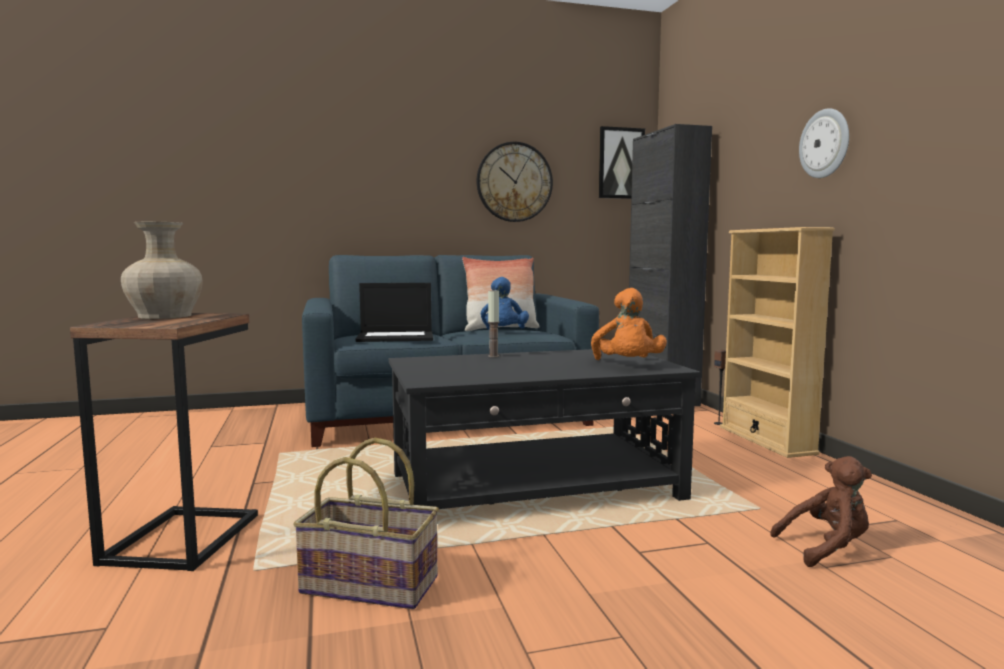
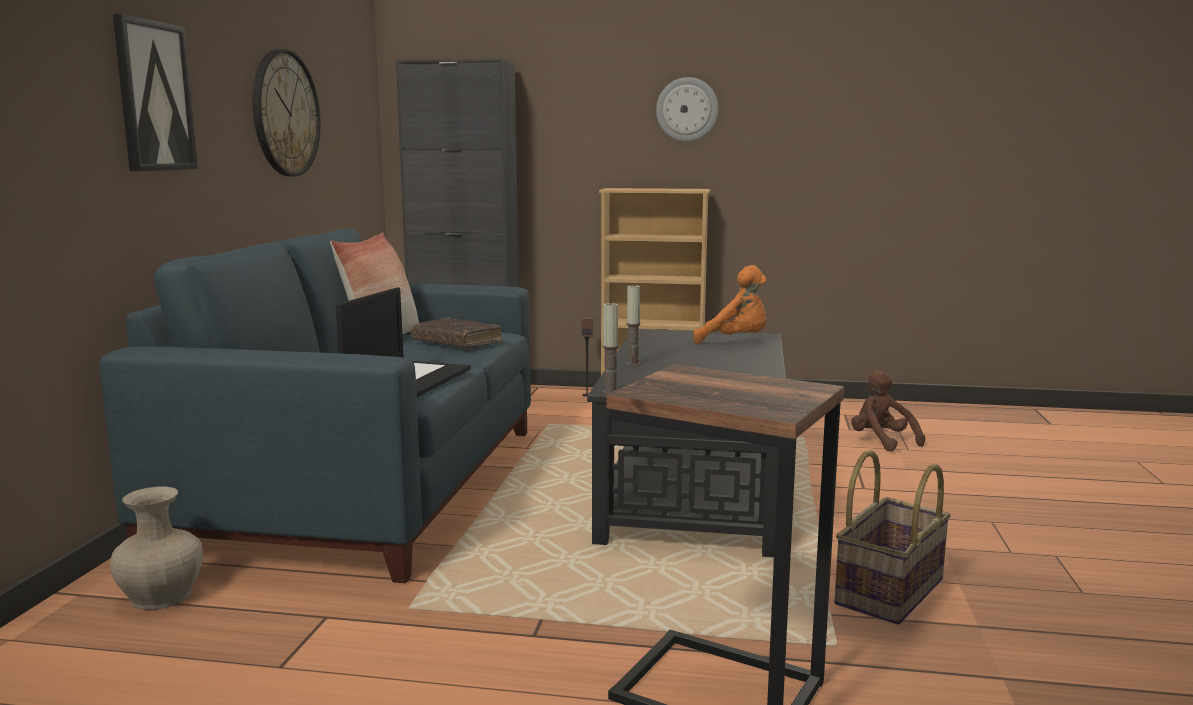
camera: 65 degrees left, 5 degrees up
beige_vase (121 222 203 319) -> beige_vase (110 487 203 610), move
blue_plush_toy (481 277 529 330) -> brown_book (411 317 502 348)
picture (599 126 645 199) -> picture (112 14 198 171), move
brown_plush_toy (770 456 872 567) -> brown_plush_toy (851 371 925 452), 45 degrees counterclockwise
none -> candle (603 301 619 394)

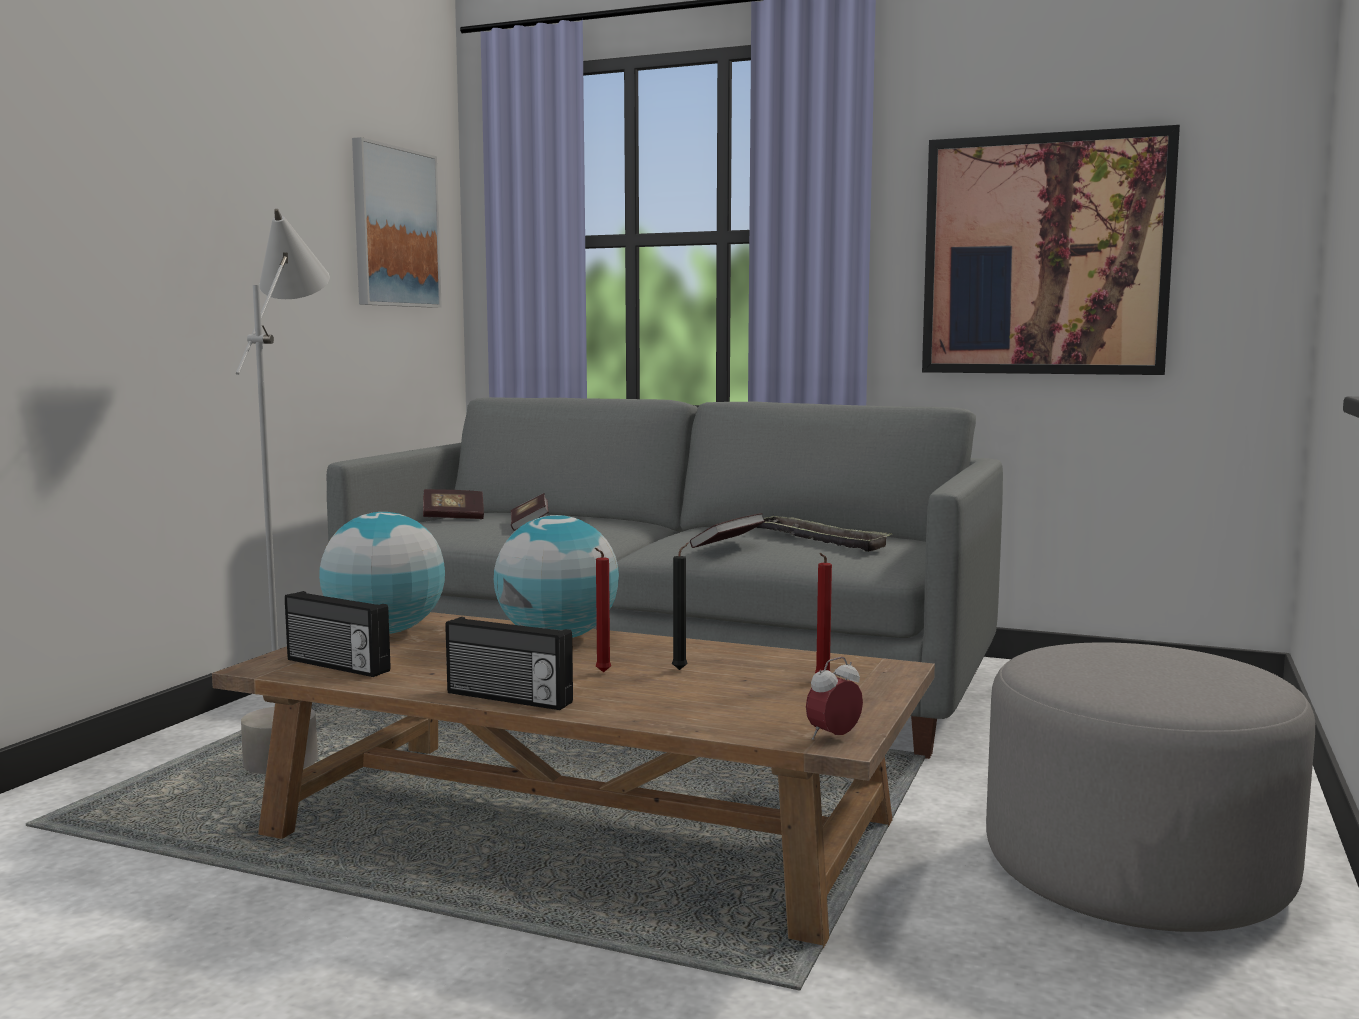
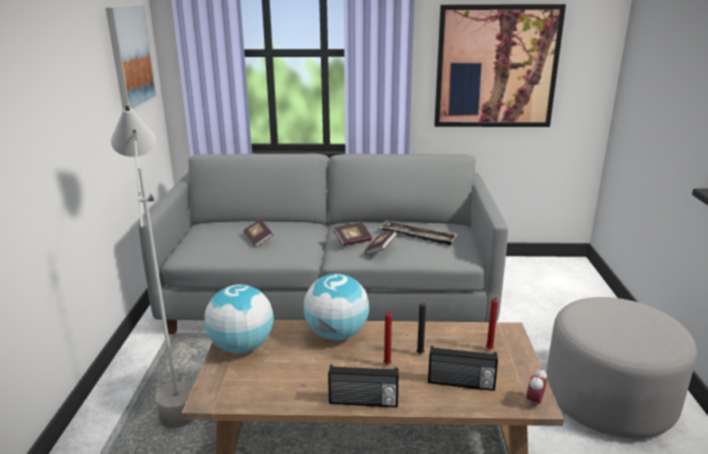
camera: 20 degrees left, 15 degrees up
radio (285 591 391 677) -> radio (428 346 498 391), move
book (423 489 484 519) -> book (334 222 372 246), move

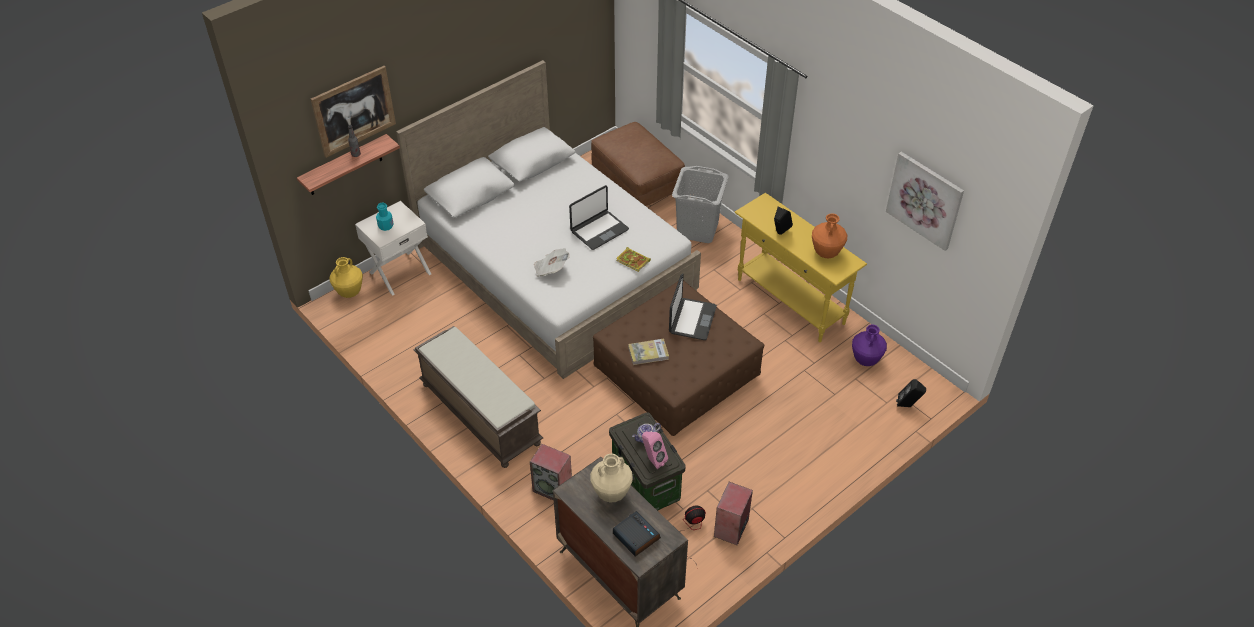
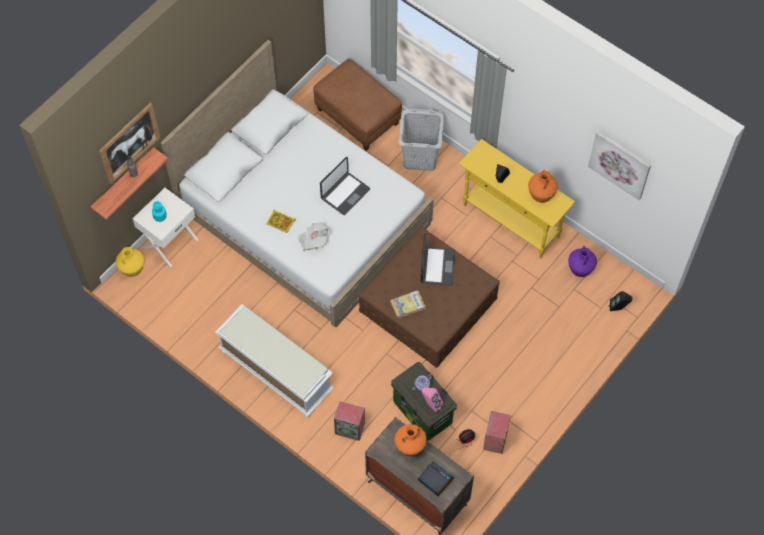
camera: 10 degrees left, 15 degrees up
brown_bench (414 326 543 468) -> white_bench (215 304 334 417)
beige_vase (590 454 633 502) -> orange_vase (394 424 427 456)
book (616 247 651 272) -> book (267 210 296 233), move

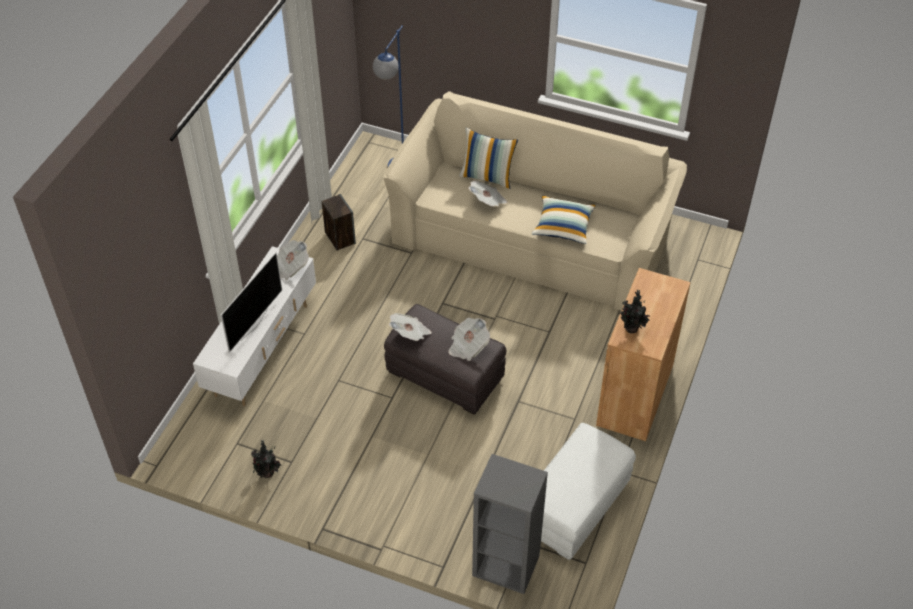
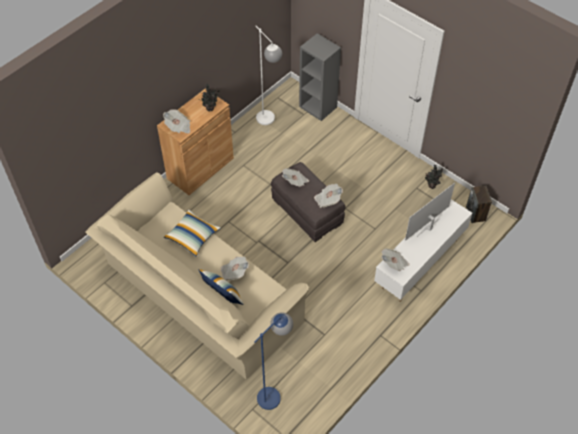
camera: 160 degrees left, 5 degrees up
speaker (322 194 356 251) -> speaker (466 186 492 223), move
white_ottoman (541 423 636 560) -> white_floor_lamp (255 26 282 125)
none -> newspaper (163 109 190 134)

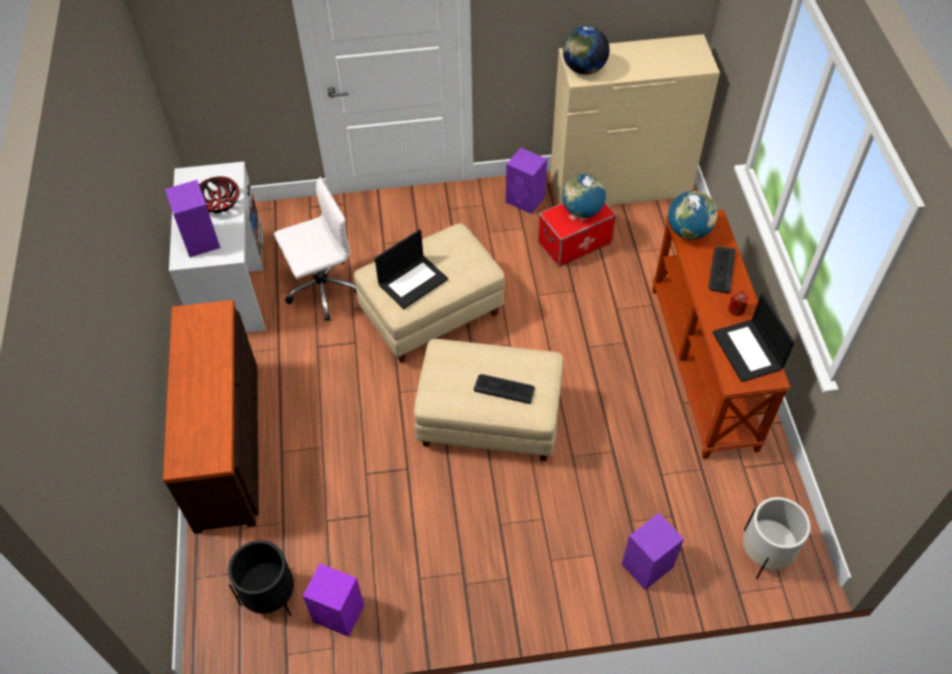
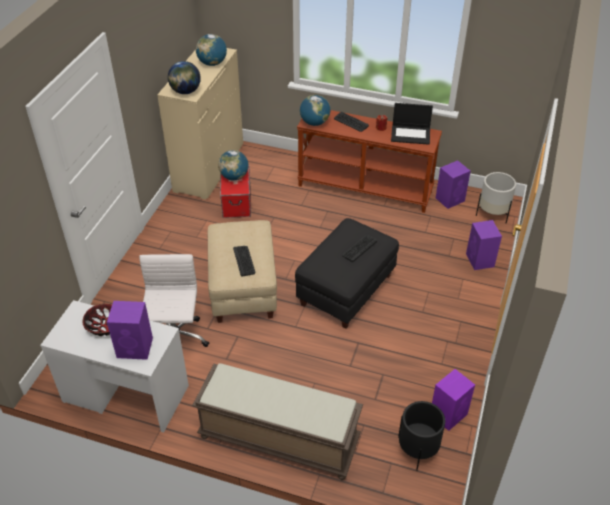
camera: 65 degrees left, 10 degrees down
brown_dresser (163 300 259 534) -> brown_bench (192 363 363 480)
laptop (375 229 448 309) -> keyboard (233 246 255 277)
beige_ottoman (414 339 563 461) -> black_ottoman (295 218 399 329)
purple_speaker (506 148 547 214) -> purple_speaker (436 160 471 209), move
none -> globe (196 34 227 66)

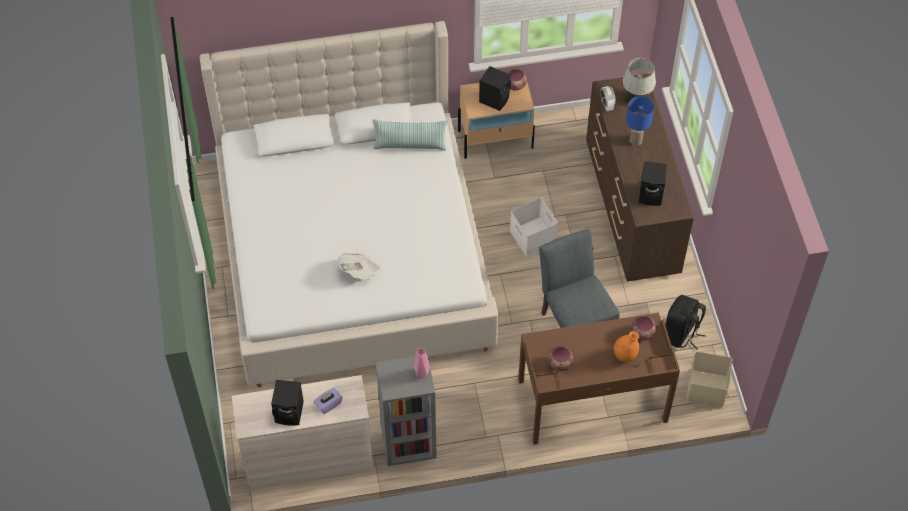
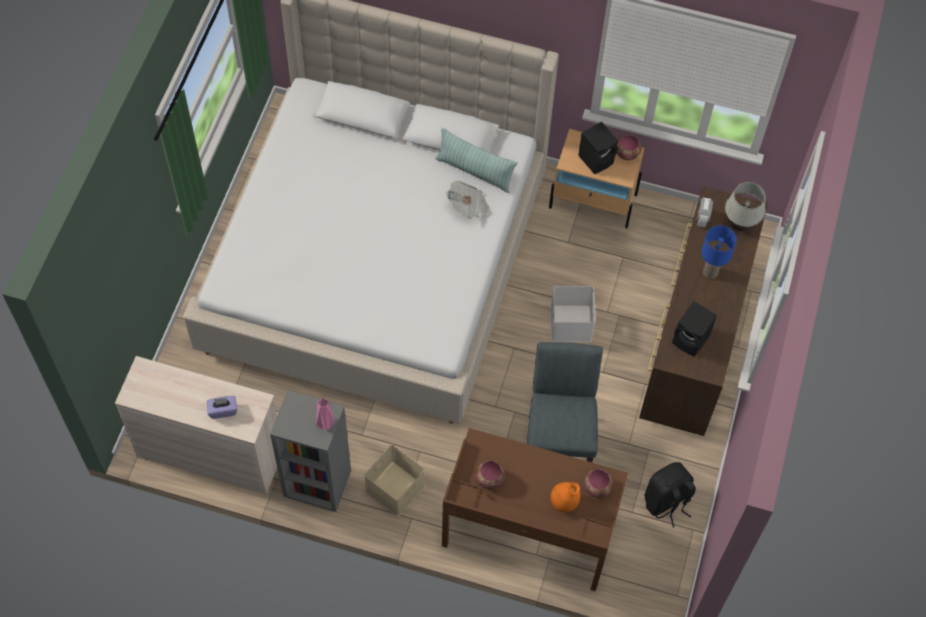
camera: 25 degrees right, 5 degrees up
black_speaker (271 380 304 426) -> none
newspaper (338 253 380 280) -> newspaper (446 181 491 218), move
beige_storage_box (686 352 732 408) -> beige_storage_box (364 445 424 517), move

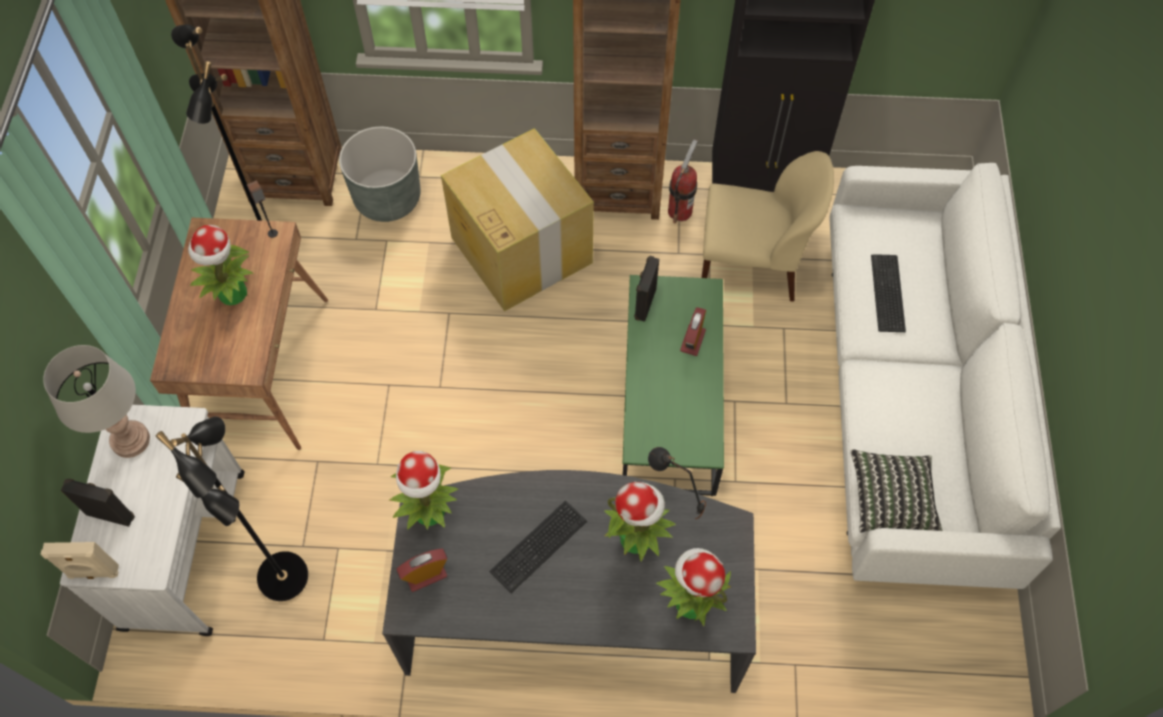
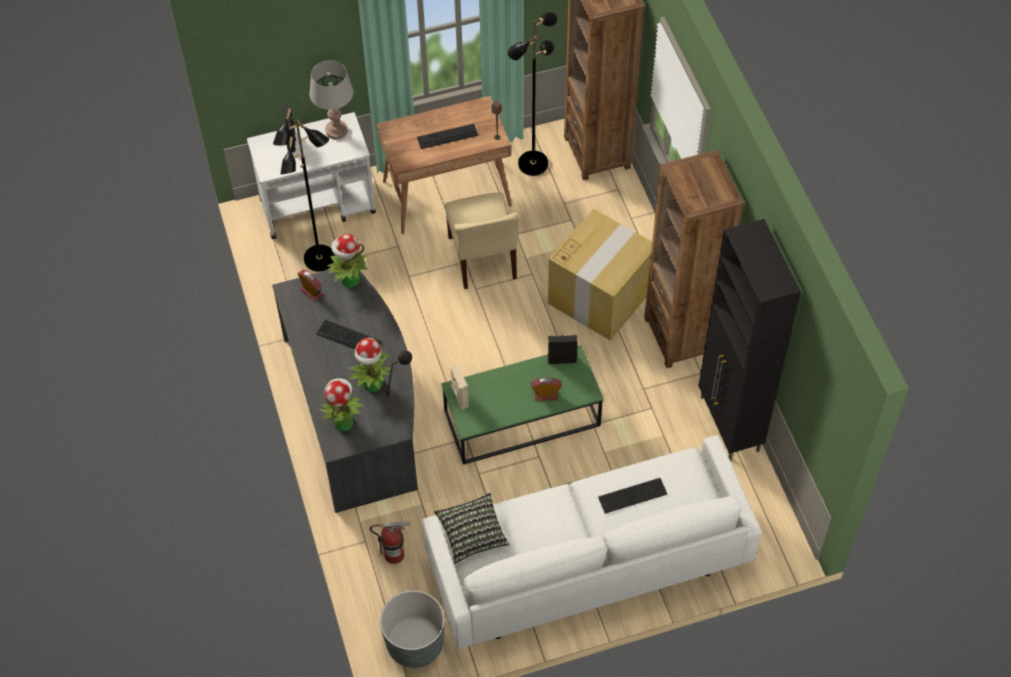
camera: 70 degrees right, 5 degrees down
beige_speaker (41 542 119 579) -> beige_speaker (450 363 469 410), move
potted_plant (188 225 254 305) -> keyboard (417 124 478 149)
grey_planter (339 127 420 222) -> grey_planter (380 590 445 668), move
fire_extinguisher (668 139 698 224) -> fire_extinguisher (370 522 410 564), move
beige_chair (701 151 834 302) -> beige_chair (444 192 519 289), move

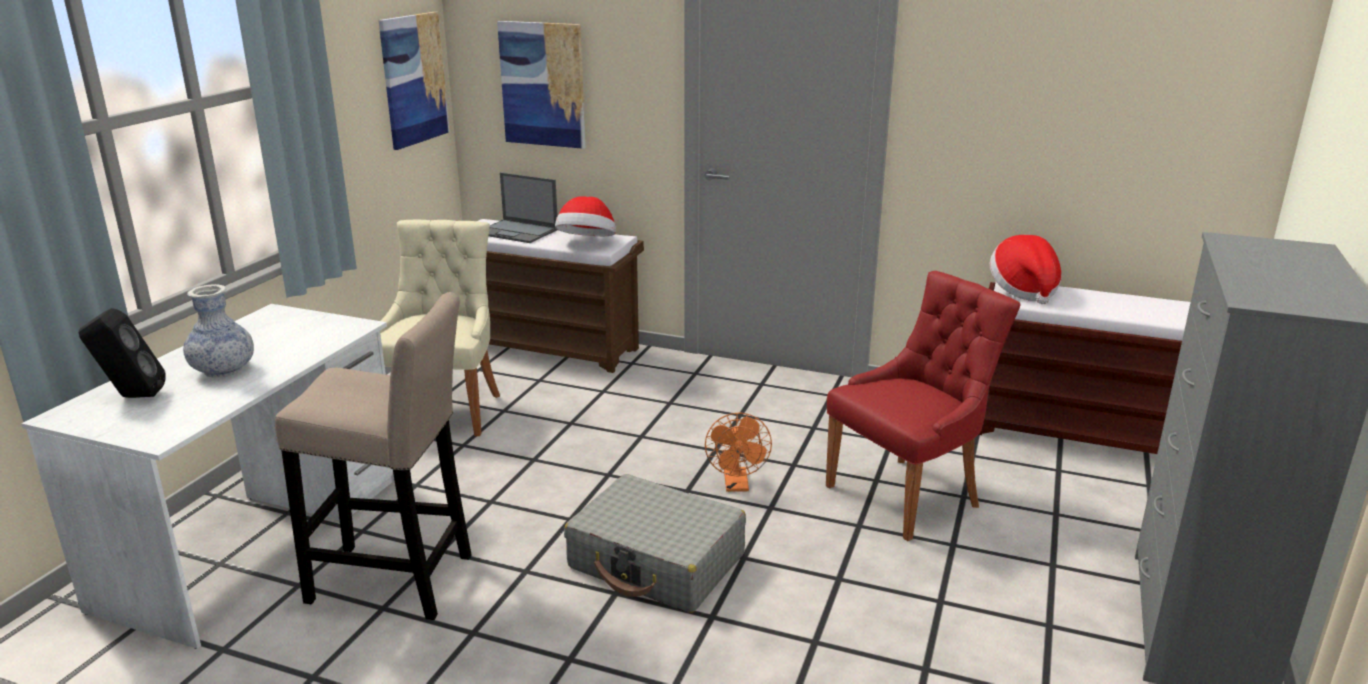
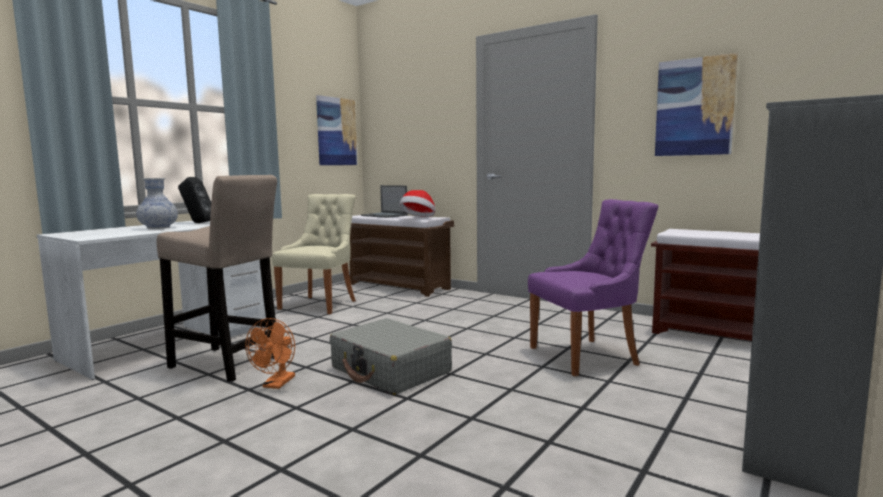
camera: 15 degrees right, 15 degrees down
black_speaker (78 308 166 398) -> black_speaker (178 177 211 223), move
picture (497 21 585 149) -> picture (655 53 738 156), move
orange_fan (705 412 772 492) -> orange_fan (245 318 295 389), move
red_chair (826 271 1021 541) -> purple_chair (528 199 658 377)
hat (990 235 1062 304) -> none

